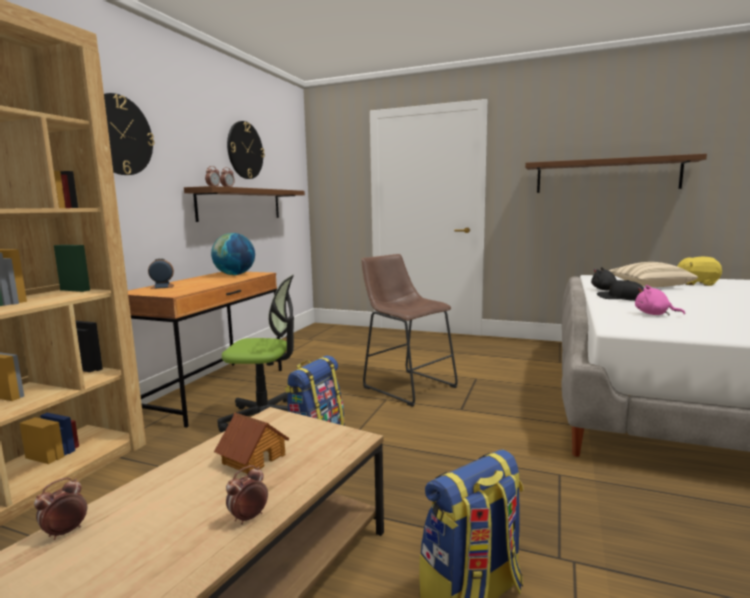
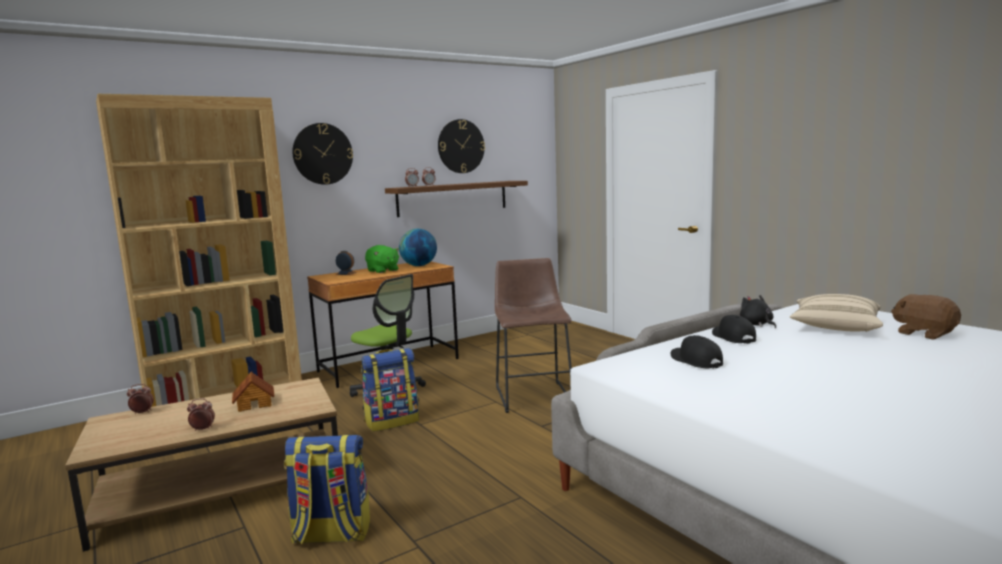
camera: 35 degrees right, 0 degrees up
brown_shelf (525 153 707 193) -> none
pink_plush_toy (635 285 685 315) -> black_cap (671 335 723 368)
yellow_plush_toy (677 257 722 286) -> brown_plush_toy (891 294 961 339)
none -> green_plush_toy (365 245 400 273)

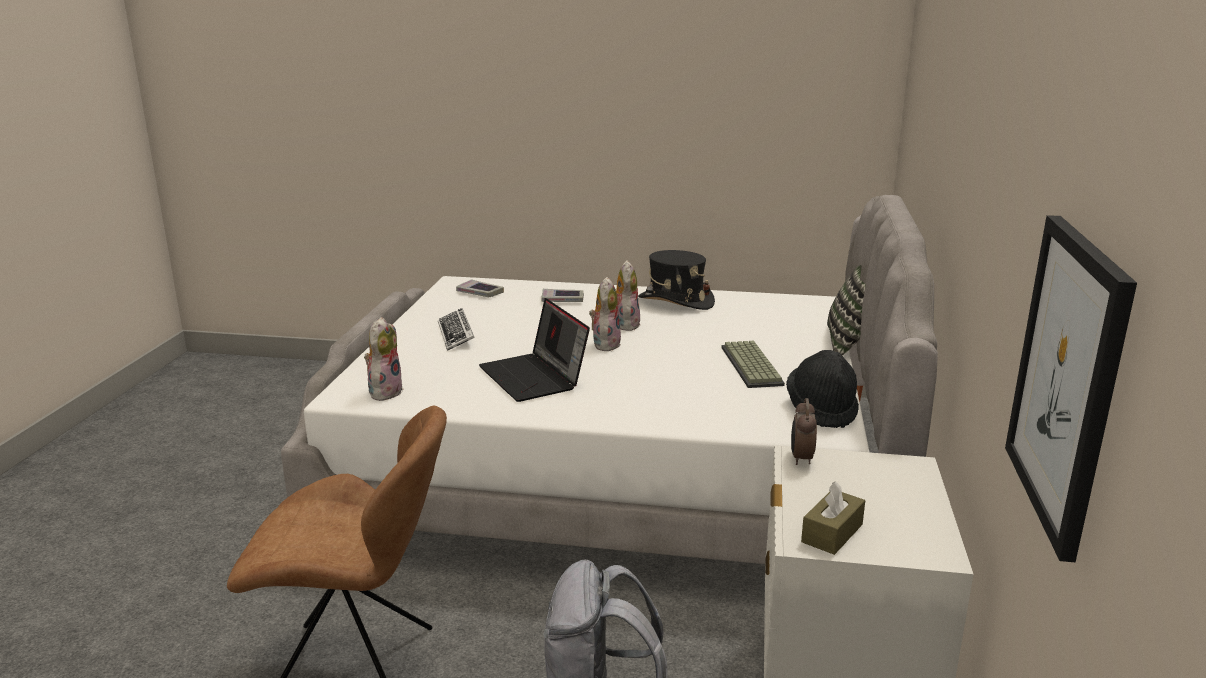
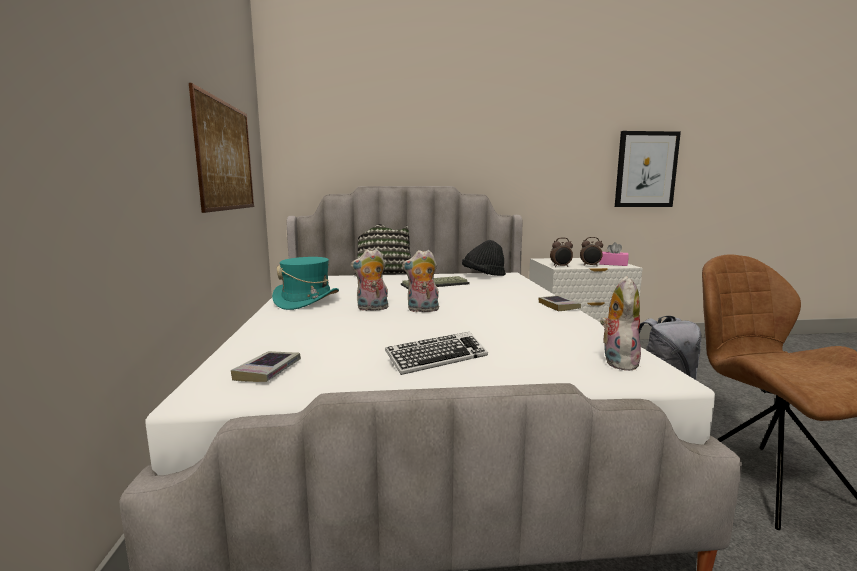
camera: 105 degrees left, 10 degrees down
plush_toy (364 317 403 401) -> plush_toy (600 276 641 371), 105 degrees clockwise
laptop (479 298 590 402) -> none
book (542 289 584 302) -> book (539 295 581 311), move
black_hat (638 250 715 310) -> turquoise_hat (272 257 339 310)
brown_tissue_box (801 481 865 555) -> pink_tissue_box (599 242 629 266)
none -> picture (189 83 254 213)
none -> alarm_clock (580 237 603 267)

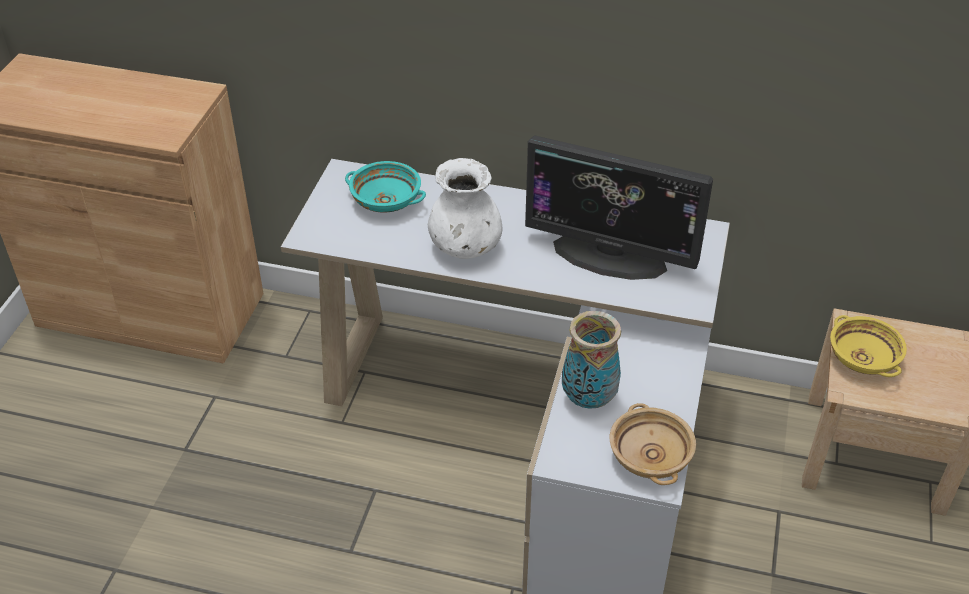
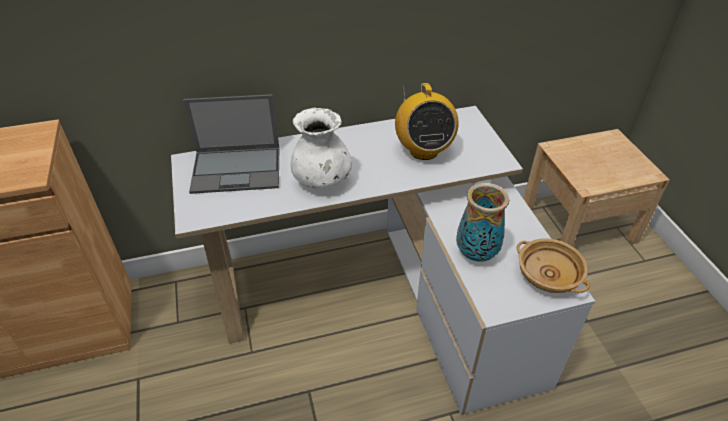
camera: 30 degrees left, 0 degrees up
turquoise_bowl (345 161 426 213) -> laptop (183 94 279 194)
monitor (525 135 713 280) -> radio (395 83 459 160)
yellow_bowl (830 315 907 377) -> none

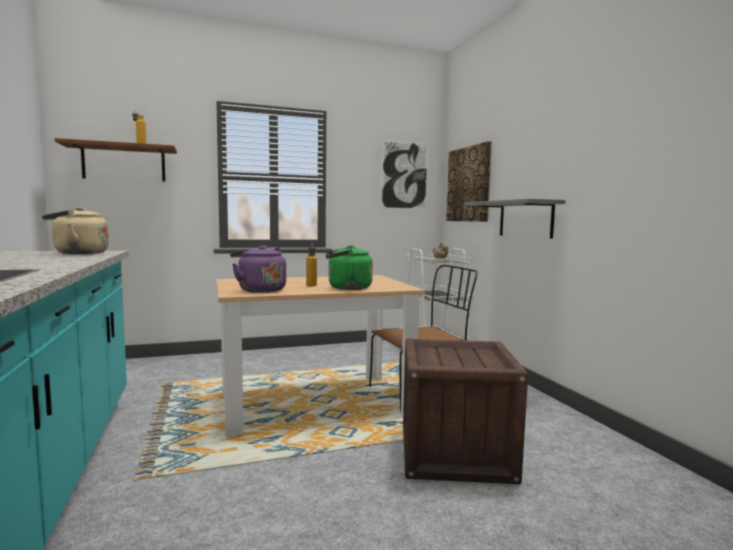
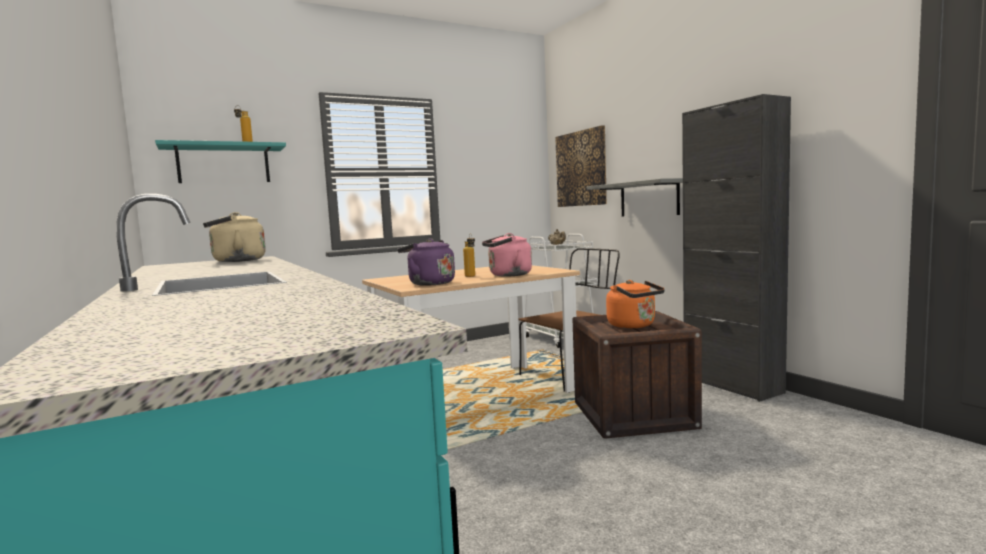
camera: 10 degrees left, 0 degrees up
brown_shelf (55 138 177 182) -> turquoise_shelf (155 140 286 183)
green_kettle (326 245 373 290) -> pink_kettle (482 233 532 277)
picture (380 139 429 210) -> none
none -> orange_kettle (606 280 665 328)
none -> black_cabinet (682 94 791 402)

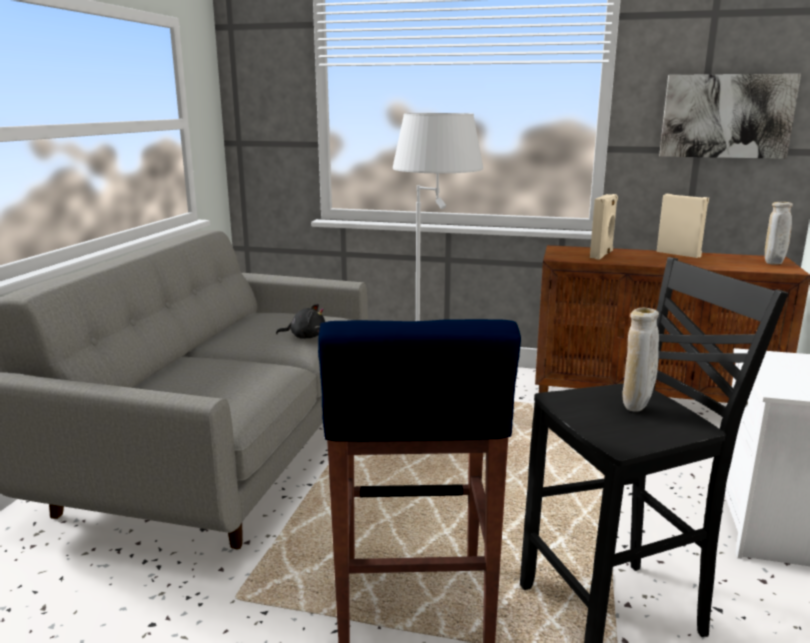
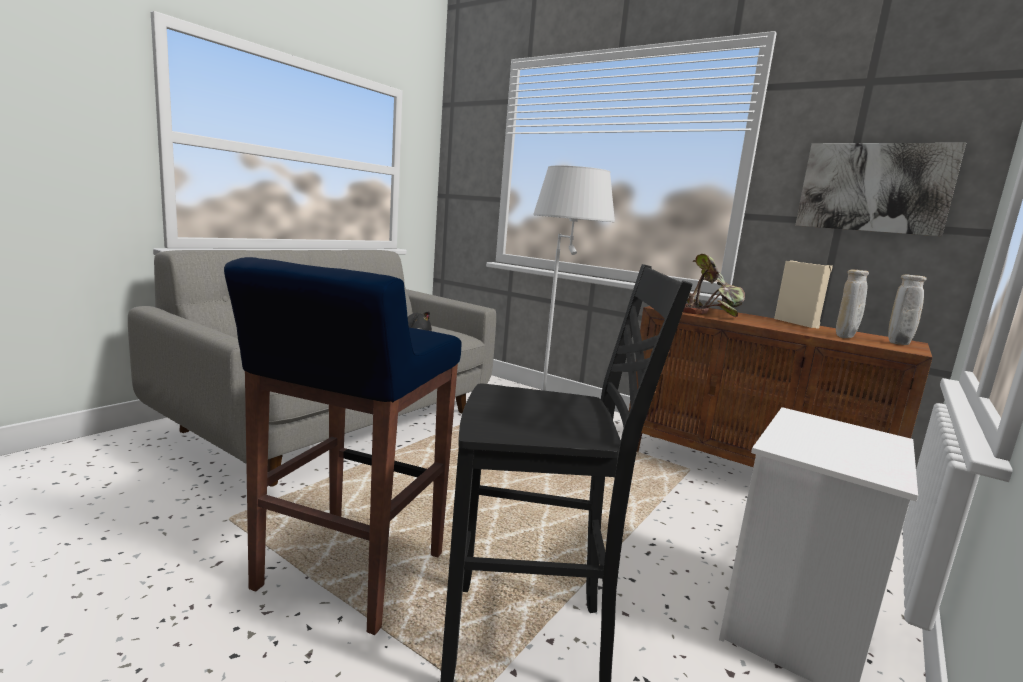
camera: 20 degrees right, 5 degrees down
beige_speaker (590 194 618 260) -> potted_plant (683 254 745 317)
beige_vase (622 308 659 411) -> beige_vase (836 269 869 338), move

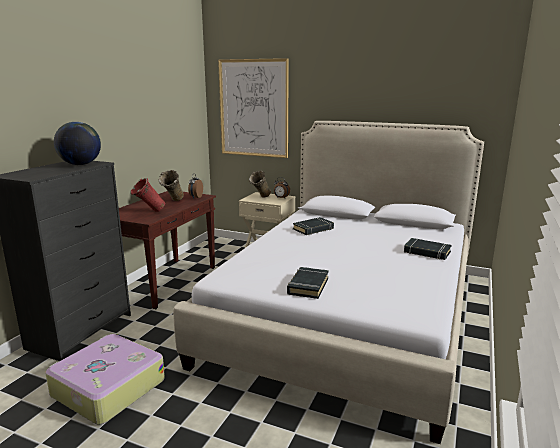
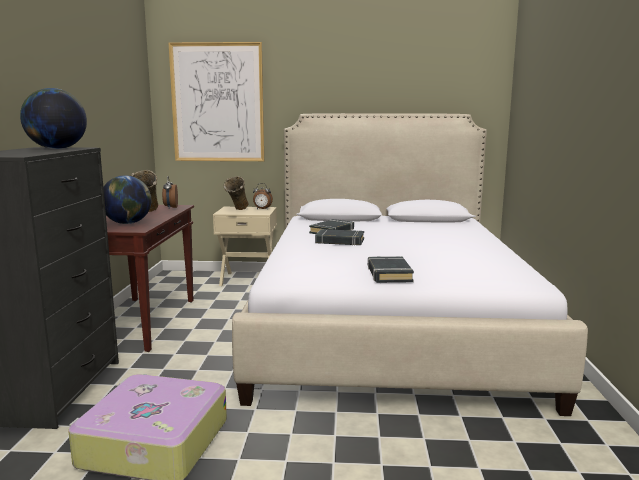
camera: 20 degrees left, 5 degrees down
red_vase (130 178 165 212) -> globe (103 175 151 224)
black_book (404 238 452 260) -> black_book (315 229 364 246), move

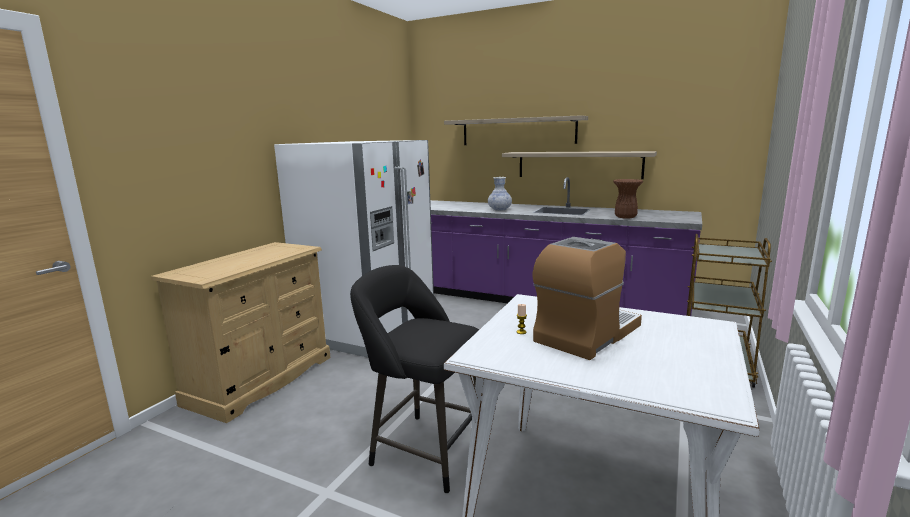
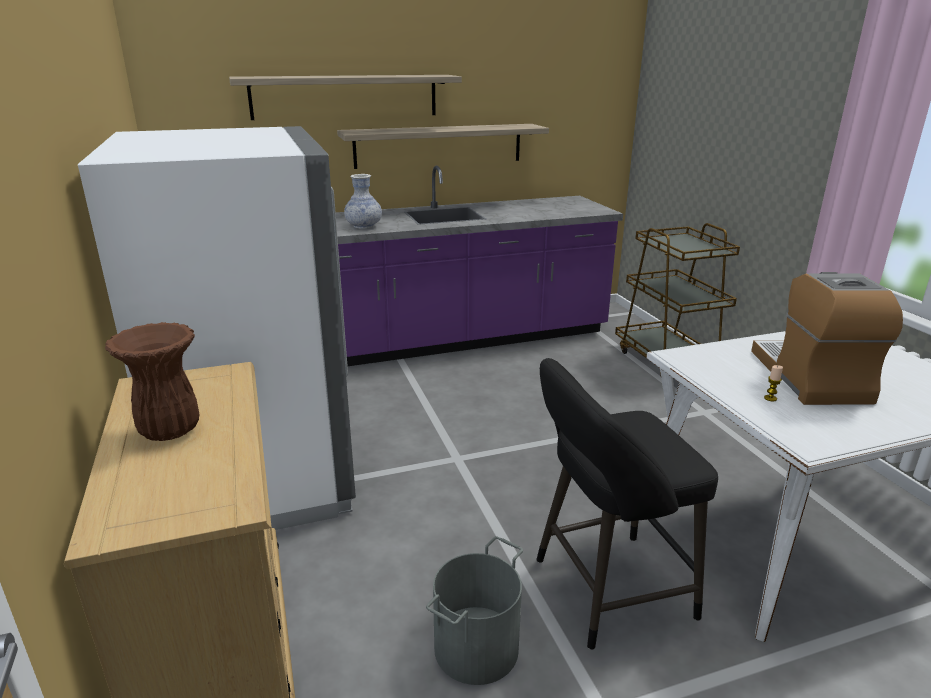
camera: 45 degrees left, 10 degrees up
brown_vase (613 179 643 219) -> brown_vase (105 322 199 441), move
none -> grey_bucket (426 536 523 685)

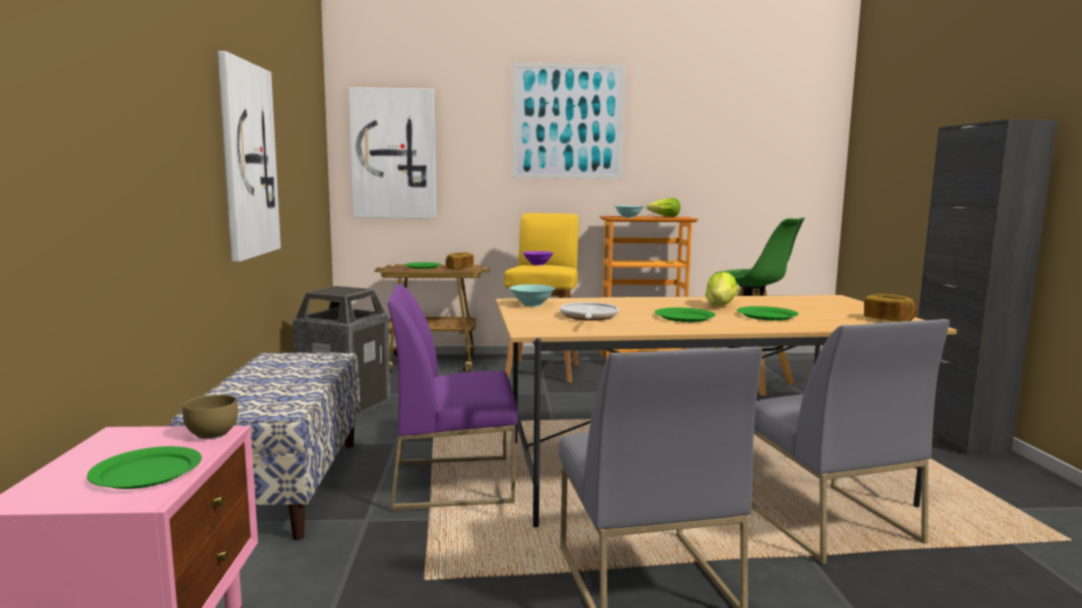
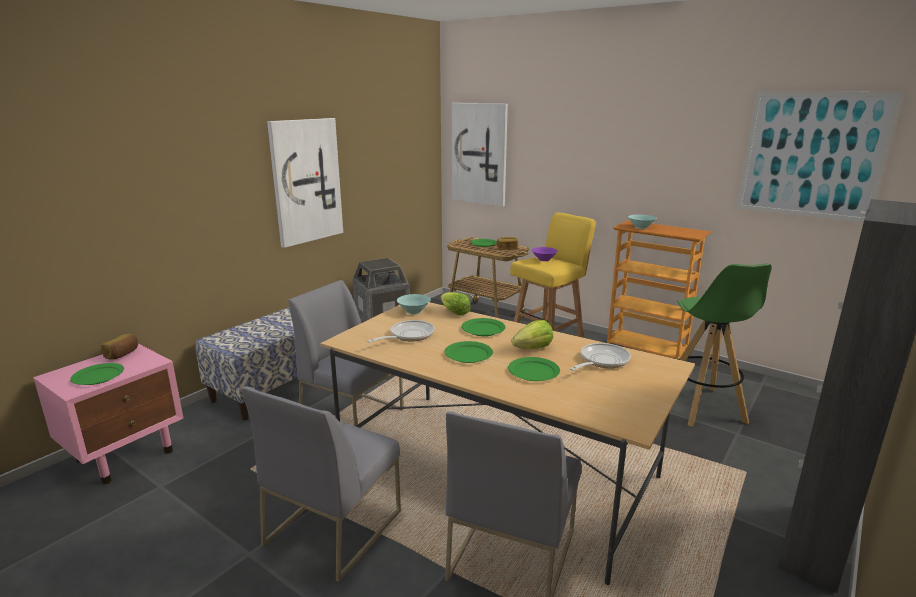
camera: 40 degrees right, 10 degrees up
brown_bowl (183 395 238 439) -> none
purple_chair (388 284 518 511) -> grey_chair (288 280 403 426)
picture (512 62 625 179) -> picture (736 91 903 223), move
lettuce (647 198 680 217) -> lettuce (441 292 471 315), move
bread (864 294 917 322) -> bread (101 334 138 360), move
none -> green_plate (461 318 505 336)
none -> frying_pan (570 343 631 371)

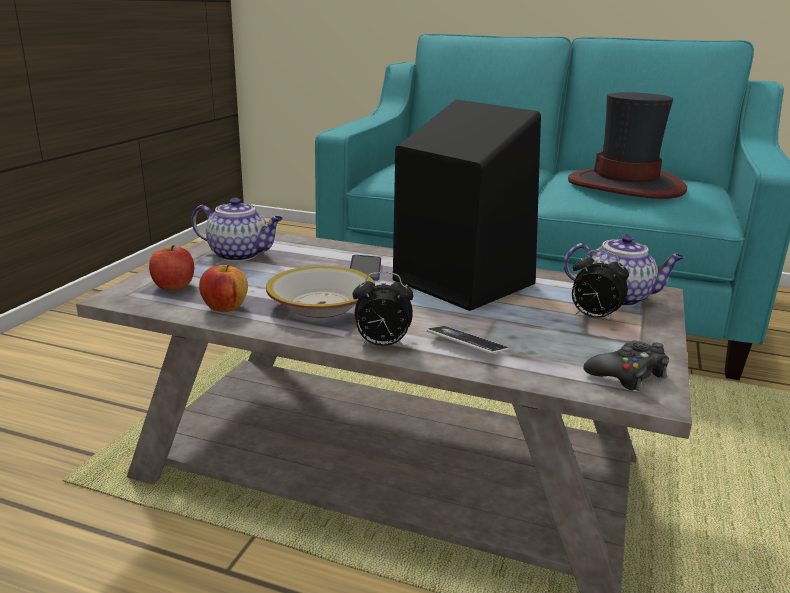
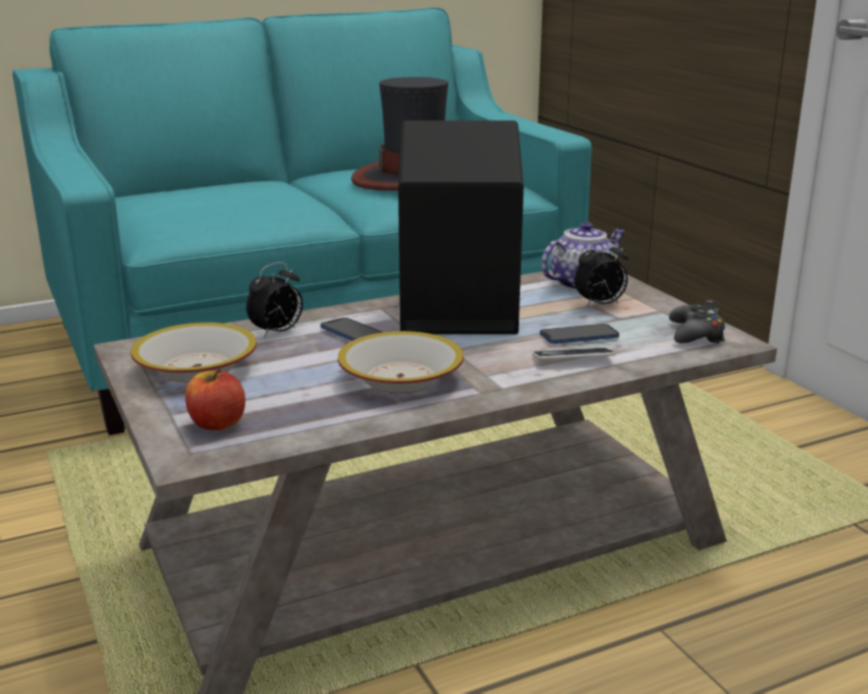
camera: 45 degrees left, 0 degrees up
teapot (191 197 283 261) -> bowl (131 322 257 383)
apple (199 264 248 312) -> none
alarm_clock (353 272 414 347) -> alarm_clock (246 262 303 338), move
none -> phone (540 324 619 344)

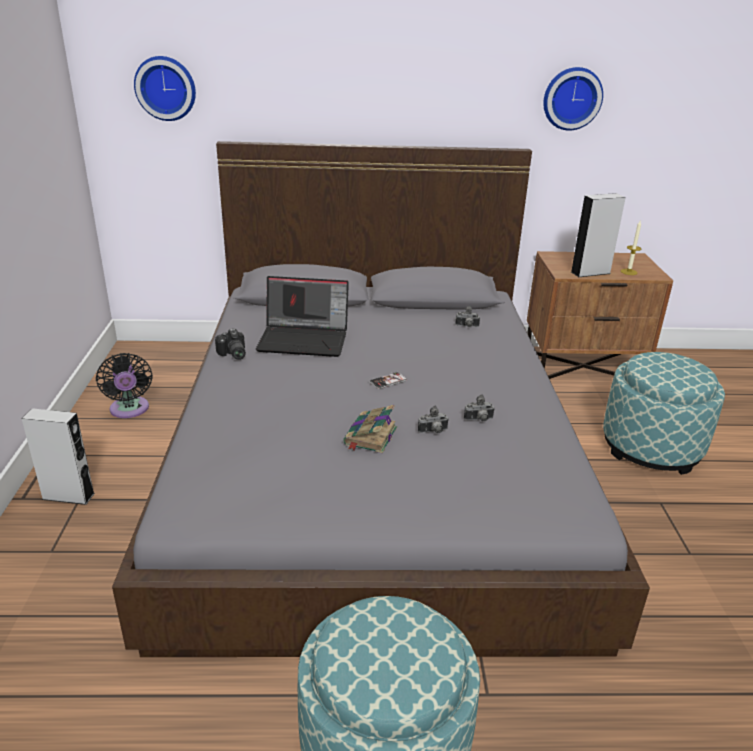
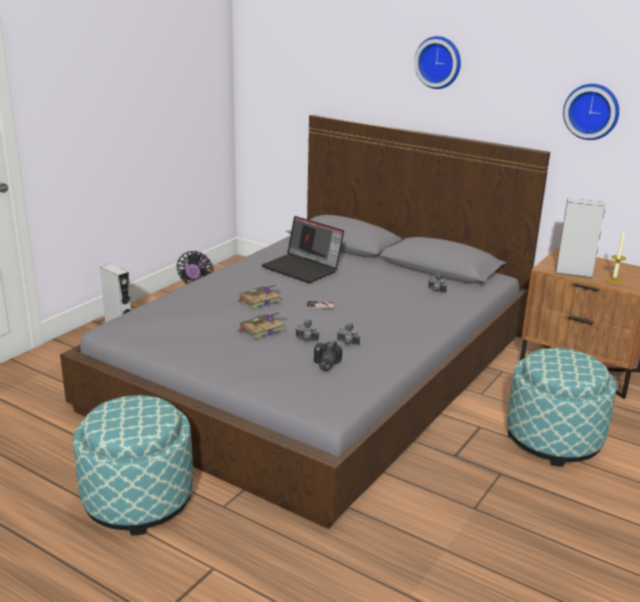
camera: 35 degrees right, 5 degrees down
wall_clock (134 56 196 121) -> wall_clock (414 36 461 89), move
photo_camera (215 328 246 360) -> photo_camera (314 340 342 371), move
none -> book (236 284 282 309)

